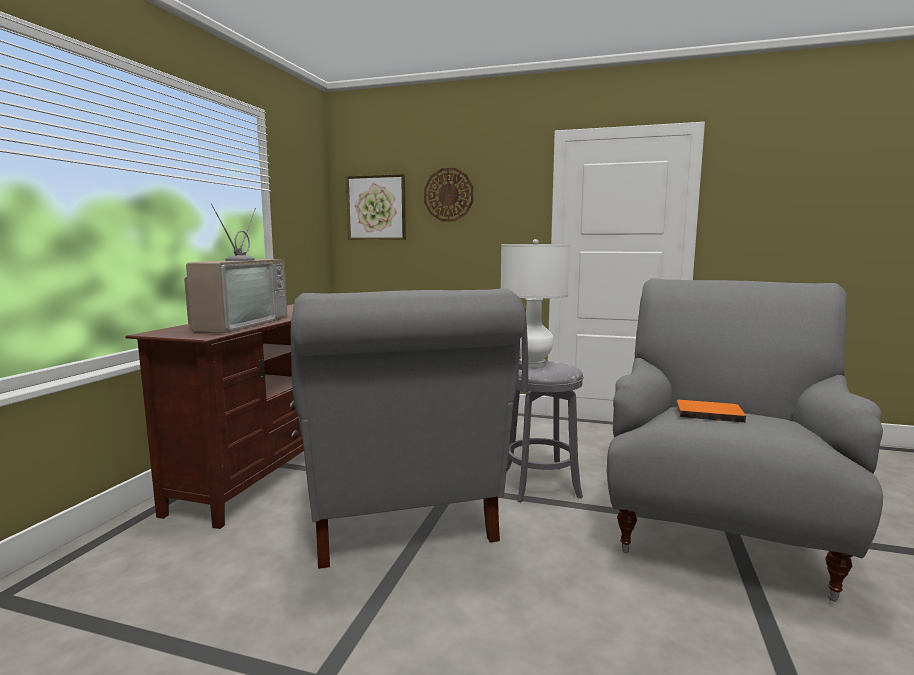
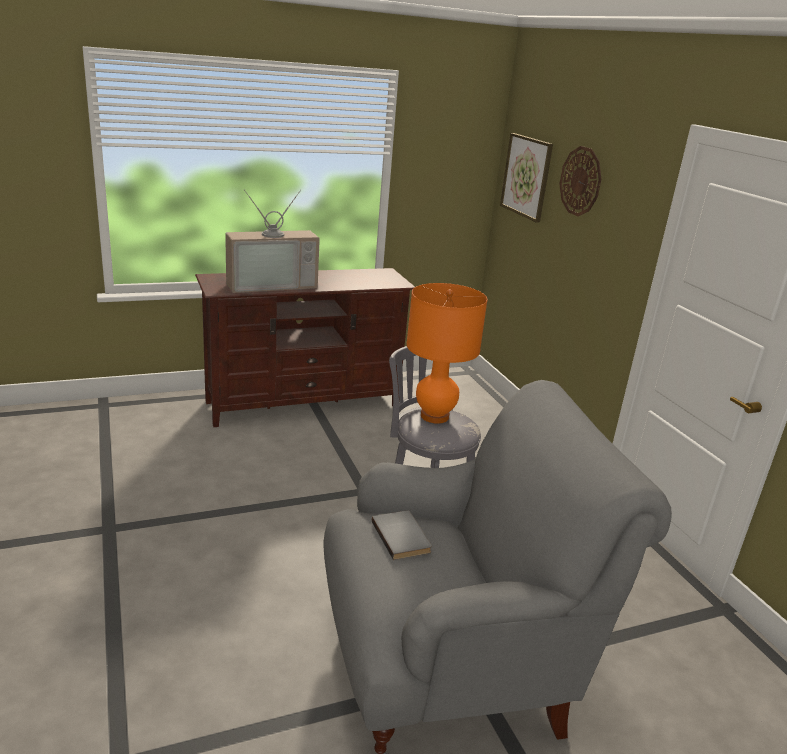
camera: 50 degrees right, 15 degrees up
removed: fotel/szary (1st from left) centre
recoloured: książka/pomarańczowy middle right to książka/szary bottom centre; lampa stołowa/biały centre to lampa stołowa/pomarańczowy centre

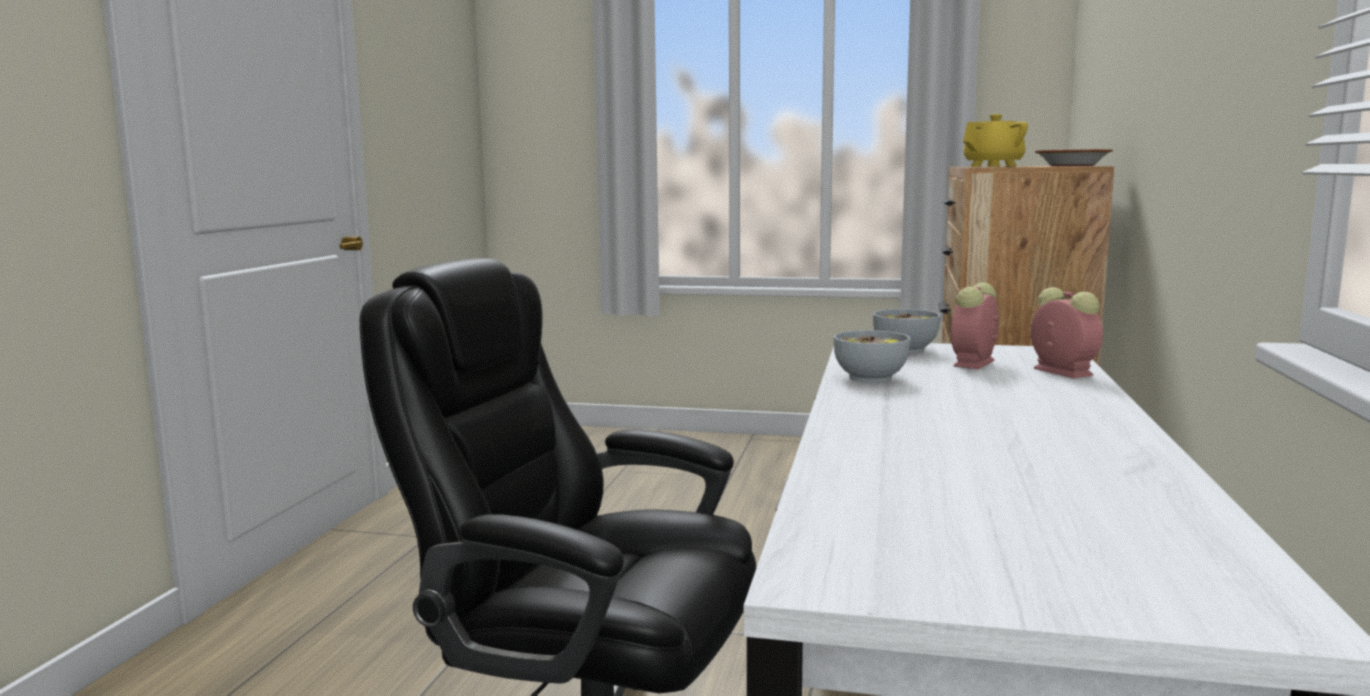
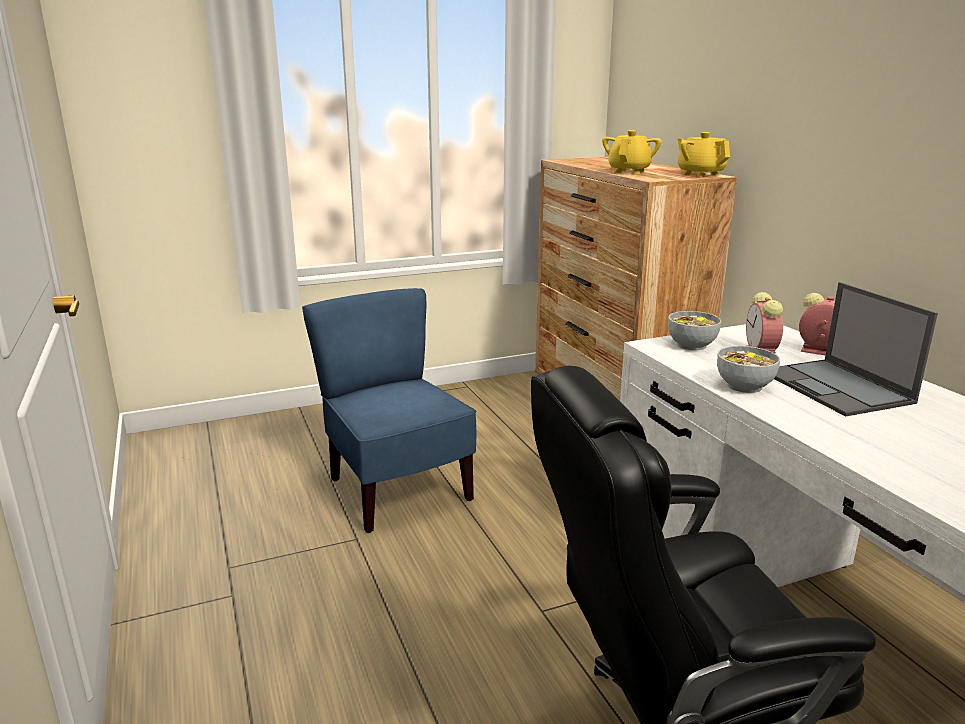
camera: 35 degrees left, 10 degrees up
added: krzesło/niebieski centre; laptop middle right
replaced: miska (3rd from left) top right to imbryk/żółty (2nd from left) top right

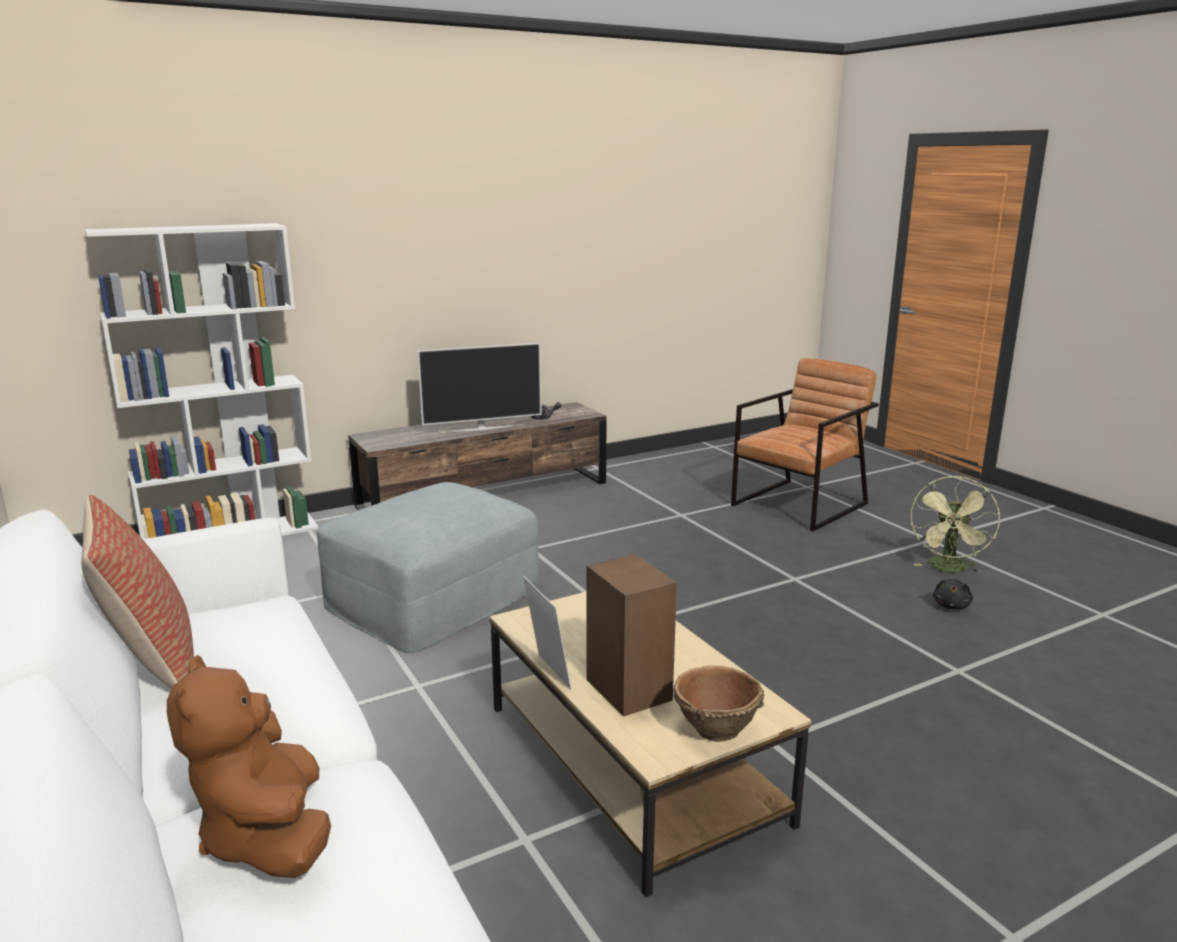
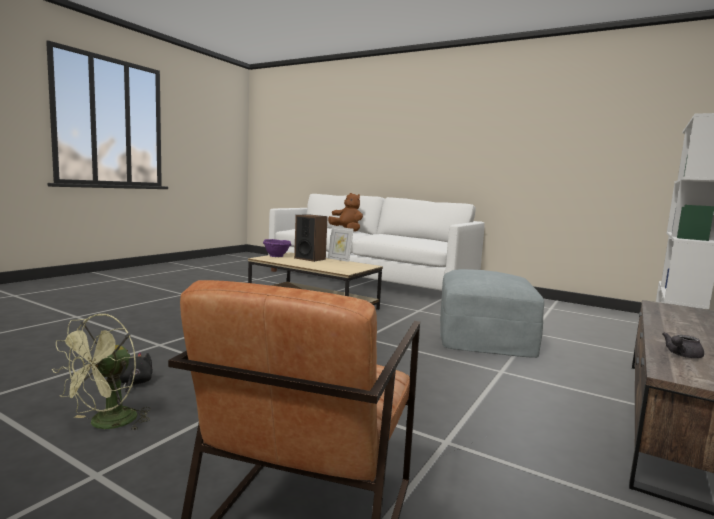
camera: 150 degrees right, 10 degrees down
removed: poduszka middle left; telewizor centre
recoloured: miska/brązowy bottom centre to miska/fioletowy centre
turned: wentylator/zielony middle right = bottom left 150 degrees counterclockwise

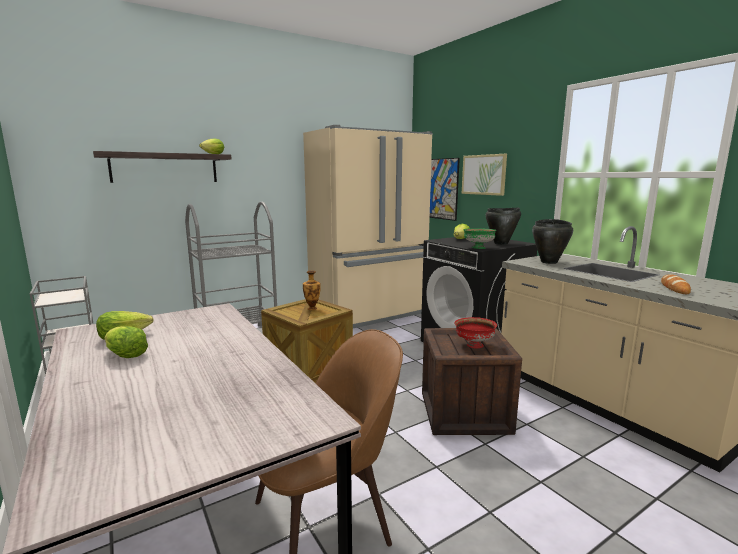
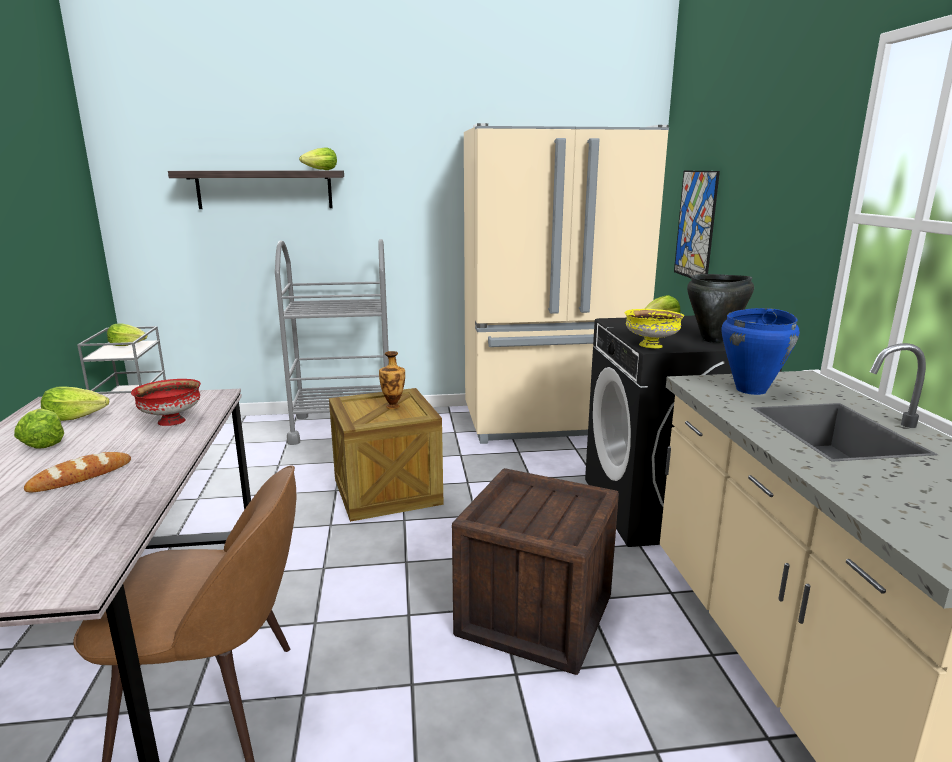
camera: 25 degrees right, 5 degrees up
removed: obraz (2nd from left) top centre
added: sałata (3rd from left) middle left
moved: chleb middle right to middle left; miska/czerwony centre to middle left
recoloured: miska/zielony centre to miska/żółty middle right; garnek/czarny (2nd from left) middle right to garnek/niebieski middle right

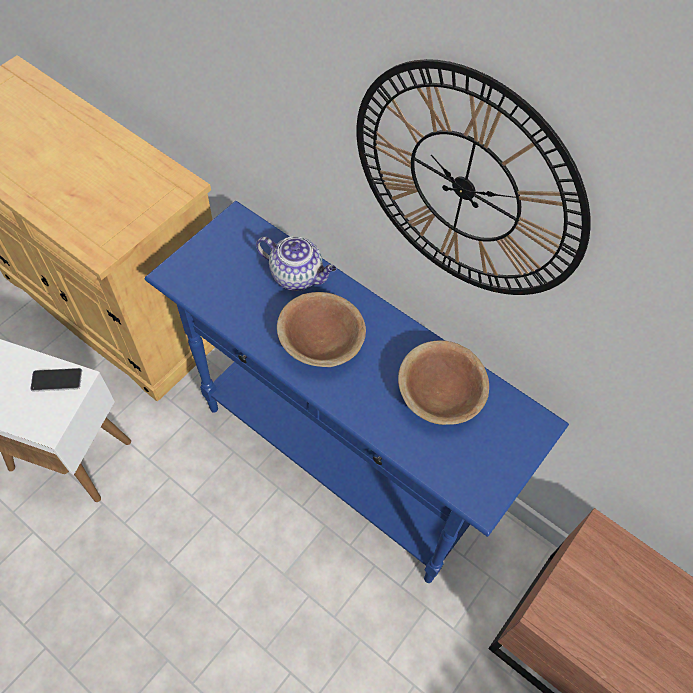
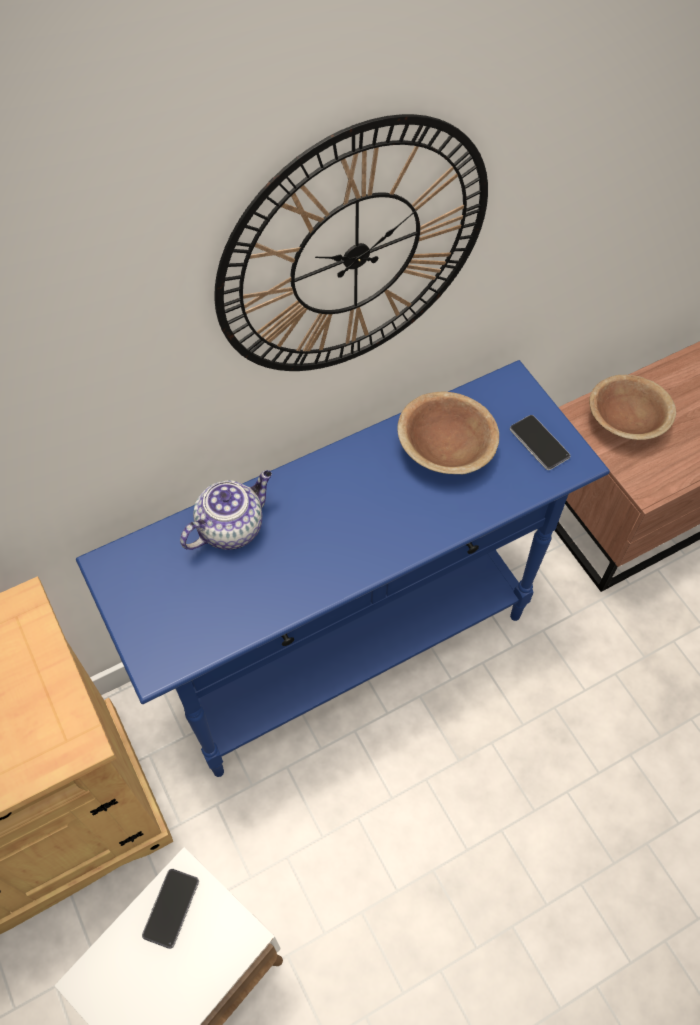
camera: 65 degrees left, 0 degrees up
added: telefon (2nd from left) middle right
moved: miska/brązowy (1st from left in the first image) centre to miska/brązowy (2nd from left) middle right

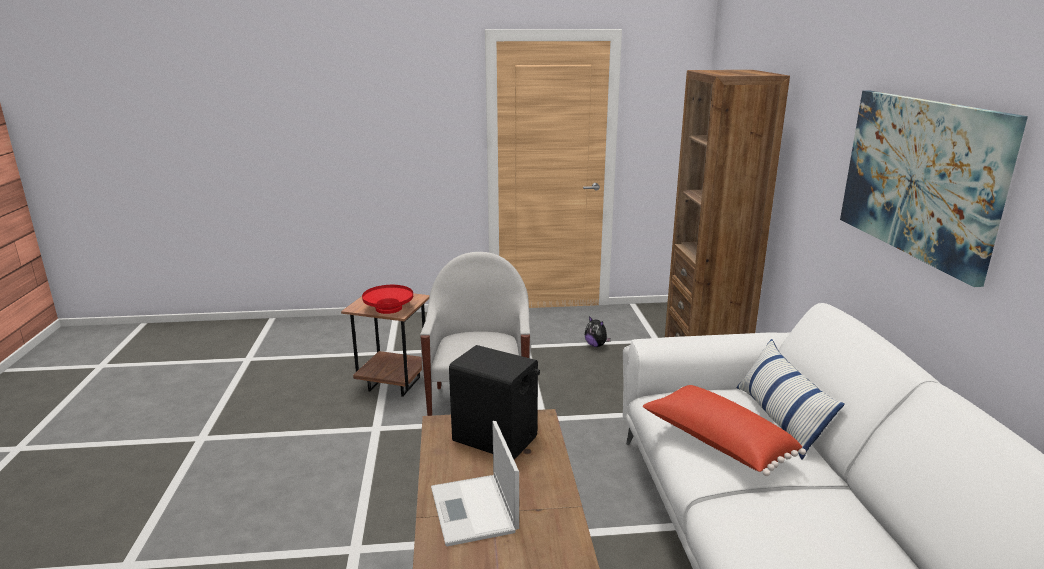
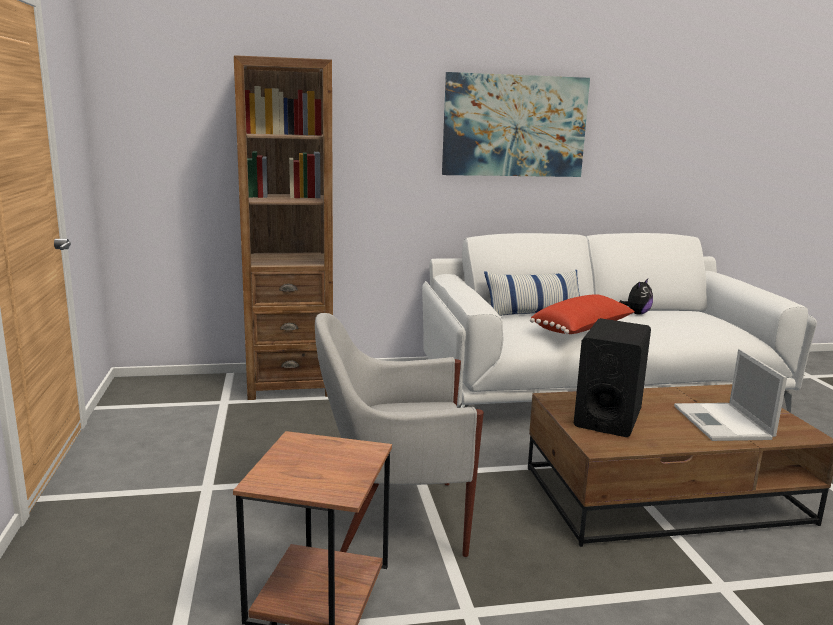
camera: 95 degrees left, 5 degrees down
removed: miska/czerwony centre
moved: pluszak centre to middle right
turned: laptop bottom centre = middle right 105 degrees clockwise

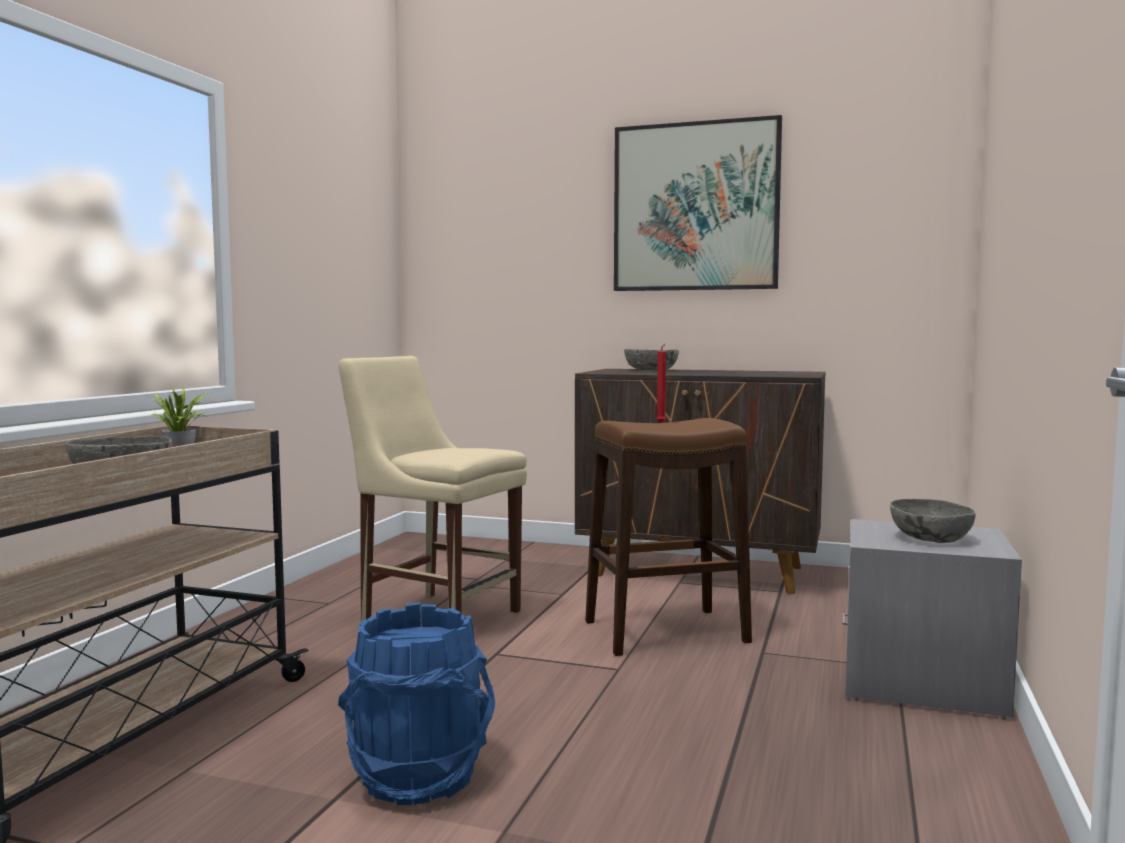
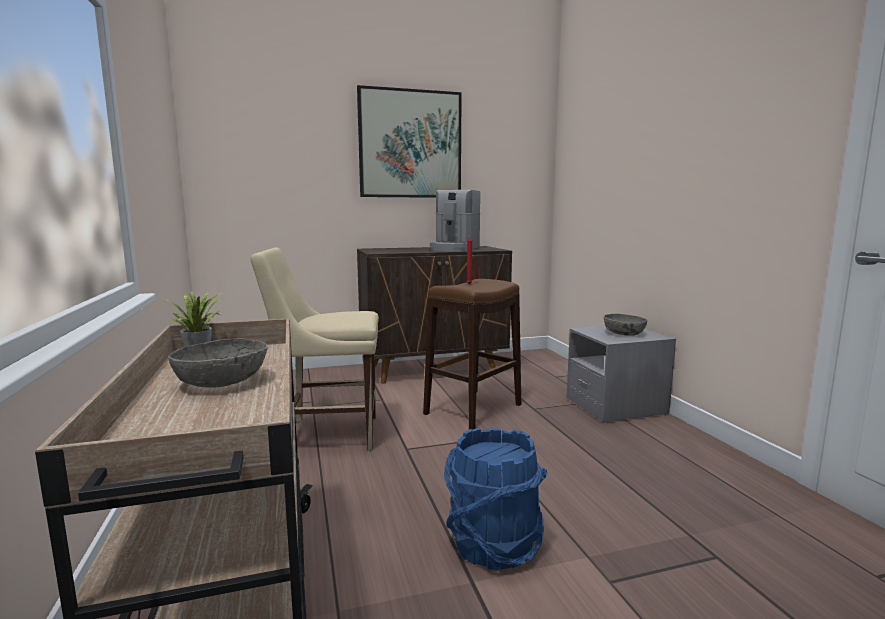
camera: 35 degrees left, 5 degrees up
removed: miska/szary (2nd from left) centre
added: ekspres do kawy centre

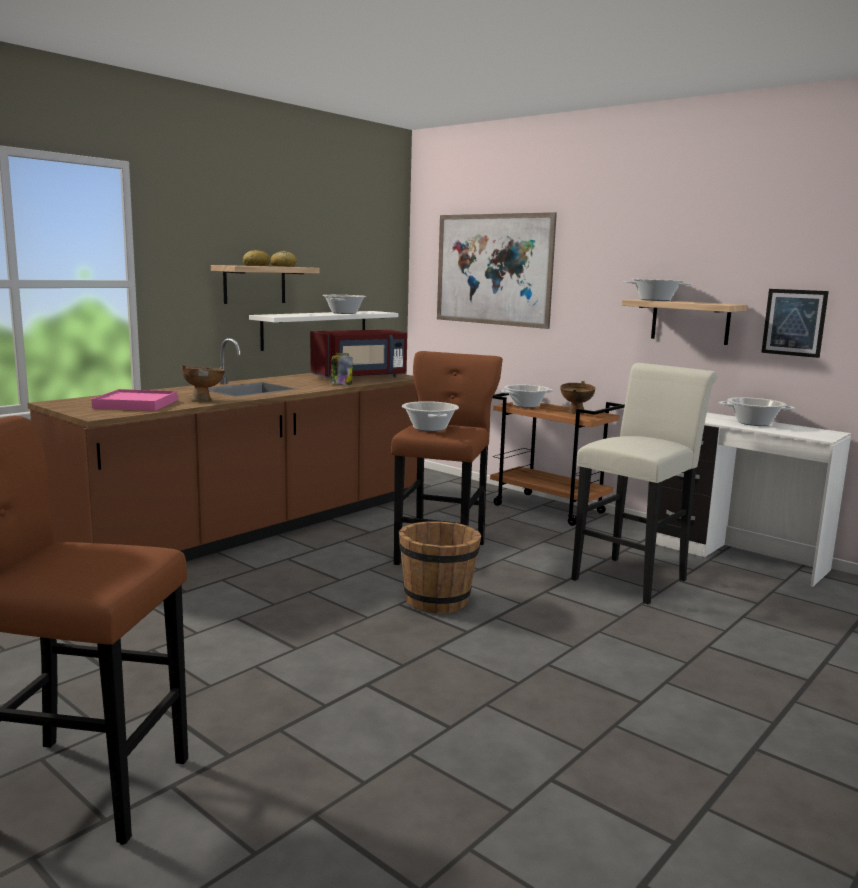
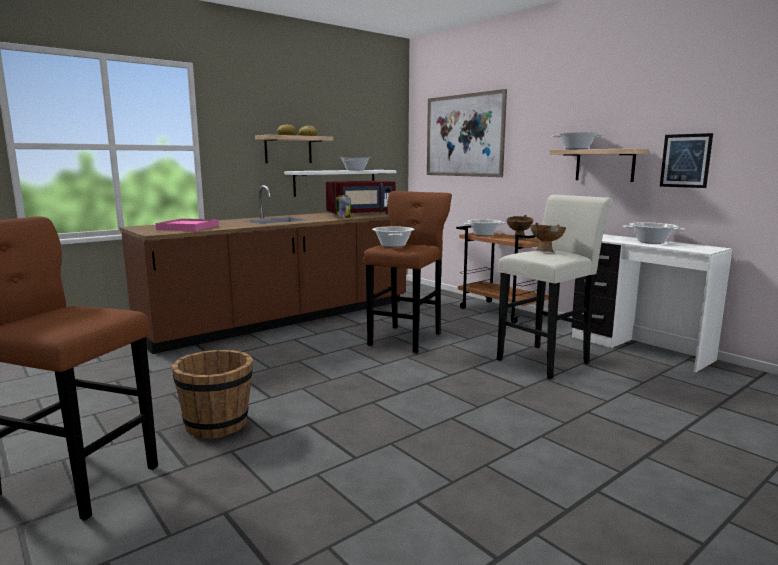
camera: 10 degrees right, 0 degrees up
moved: wiadro/brązowy centre to bottom left; miska/brązowy (1st from left in the first image) middle left to miska/brązowy (2nd from left) middle right

